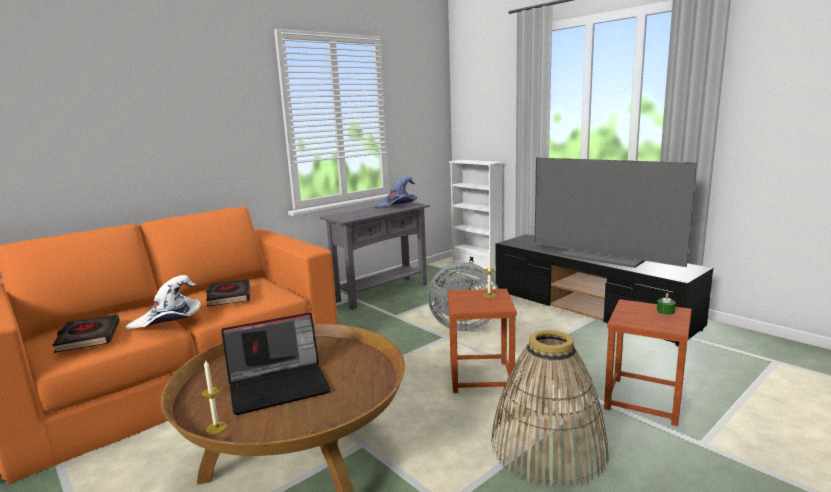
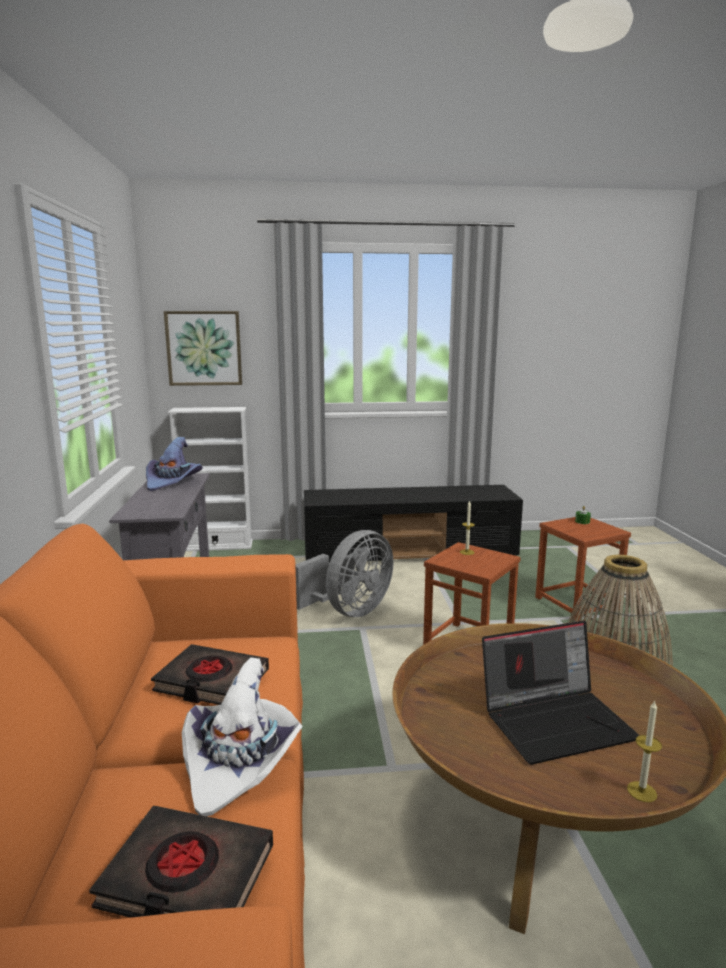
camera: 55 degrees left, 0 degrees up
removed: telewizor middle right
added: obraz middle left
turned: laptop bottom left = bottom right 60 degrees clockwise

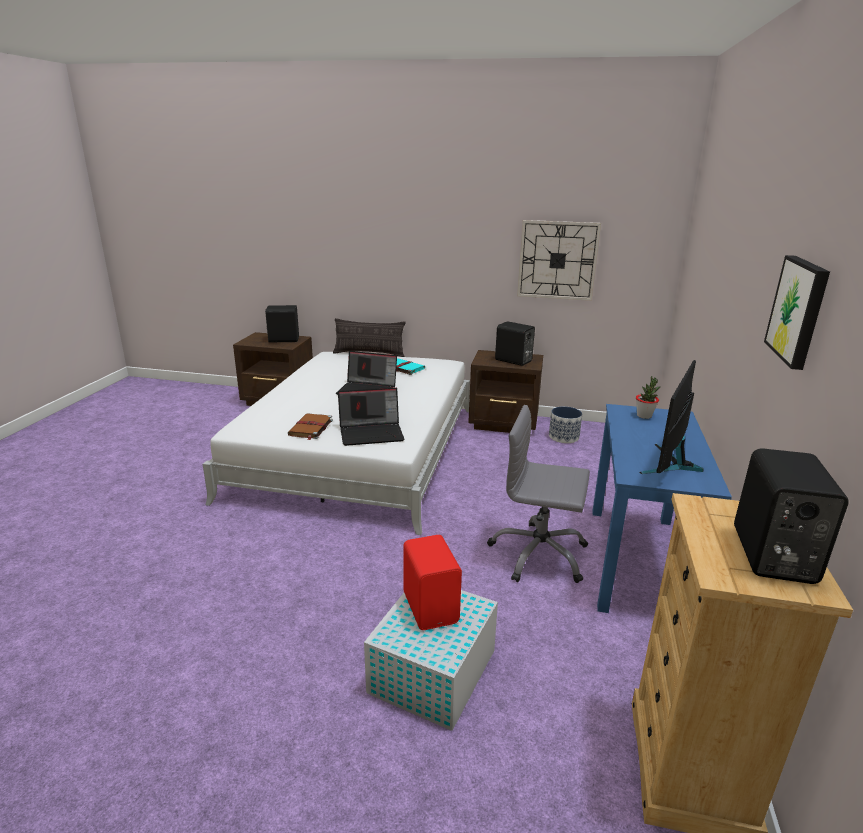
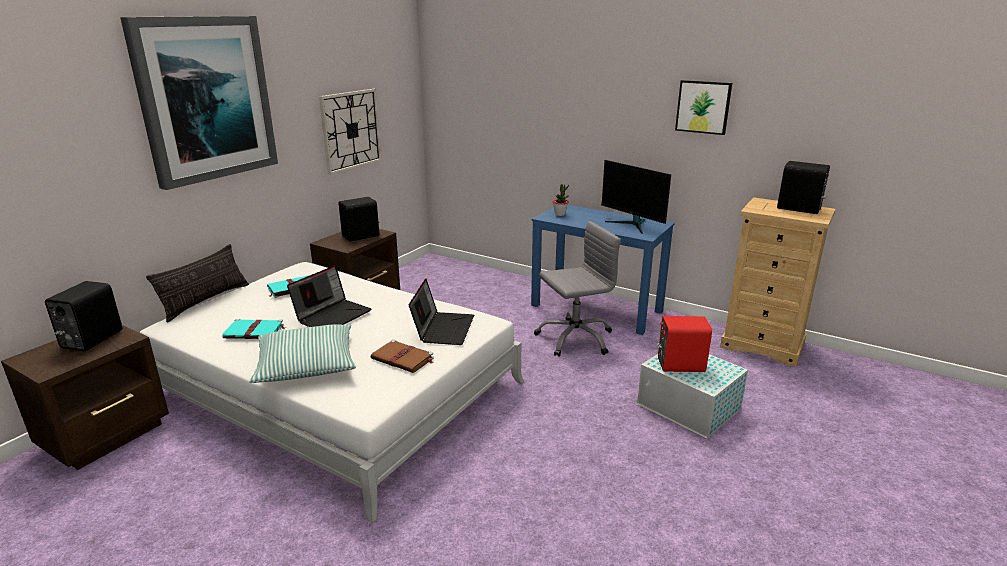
camera: 70 degrees left, 0 degrees up
removed: donica centre
added: obraz (1st from left) top left; książka/turkusowy (1st from left) middle left; poduszka (2nd from left) middle left
turned: krzesło biurowe/szary centre = centre 150 degrees counterclockwise

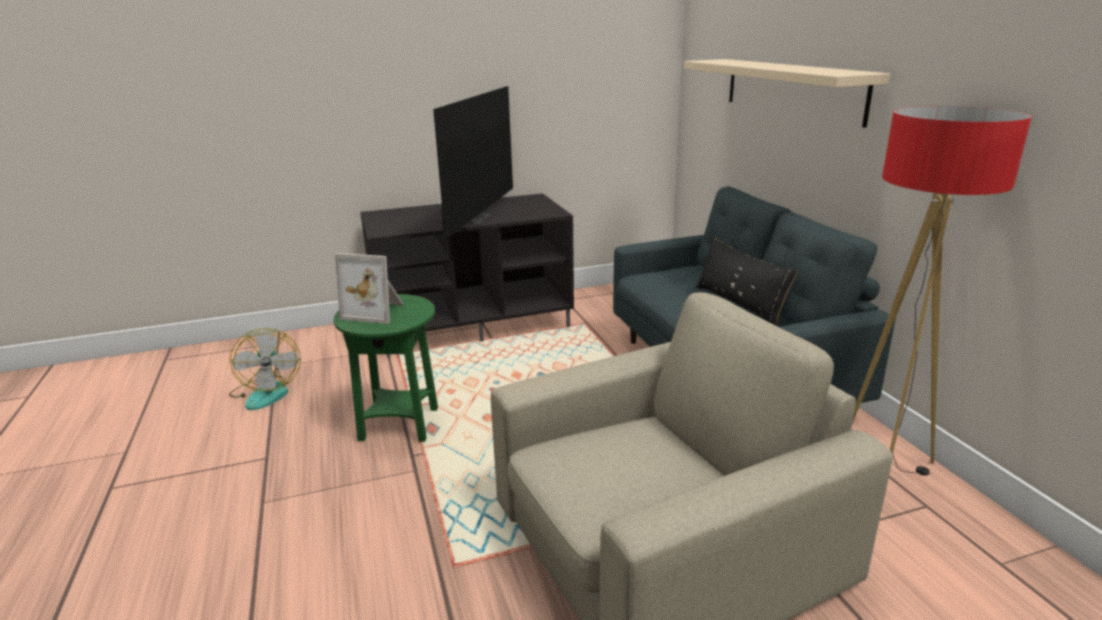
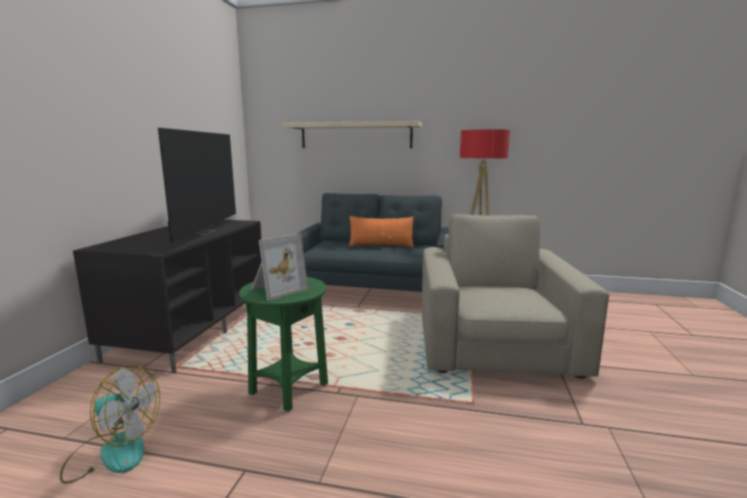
camera: 60 degrees left, 10 degrees down
recoloured: poduszka/czarny middle right to poduszka/pomarańczowy centre
turned: telewizor top centre = middle left 45 degrees clockwise

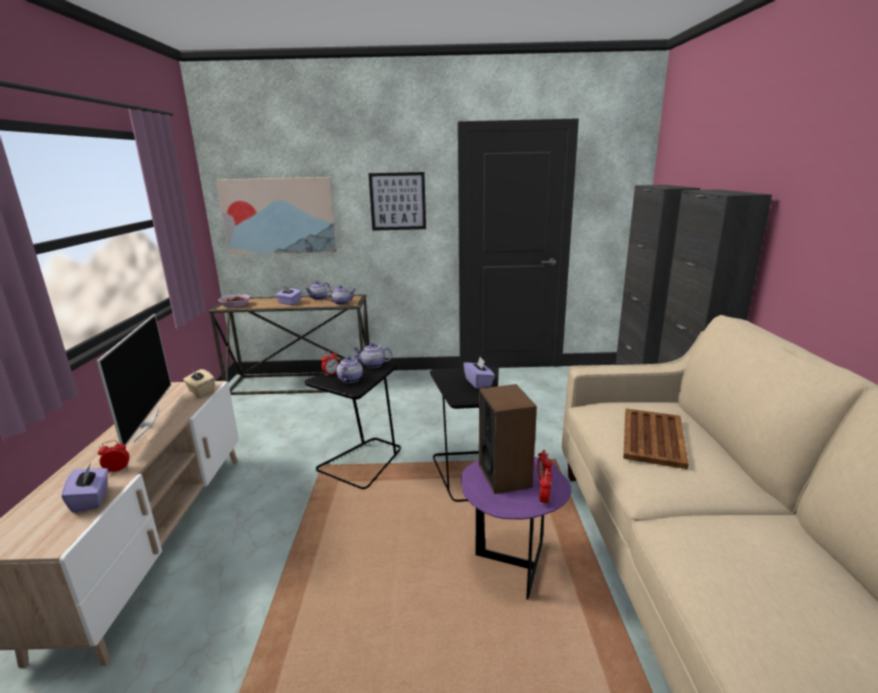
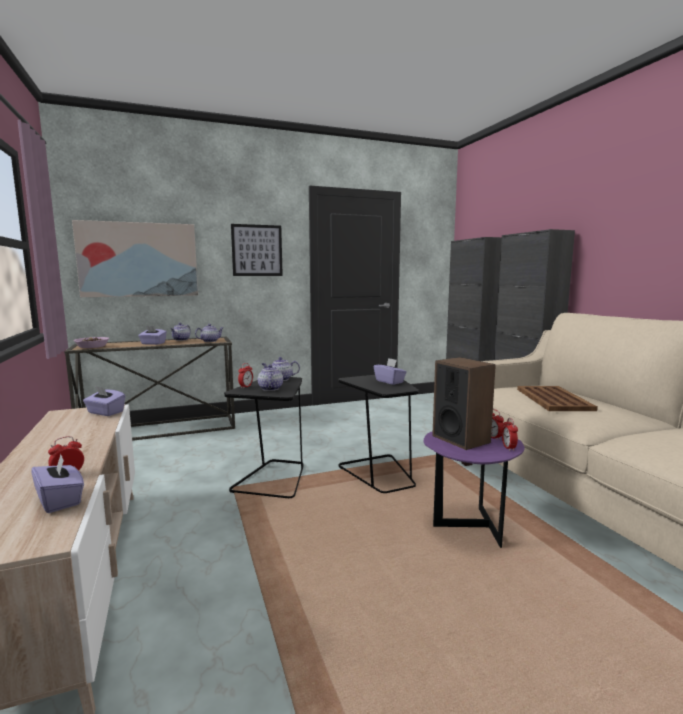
camera: 20 degrees left, 10 degrees down
removed: telewizor middle left
recoloured: pudełko chusteczek/beżowy middle left to pudełko chusteczek/fioletowy (2nd from left) middle left

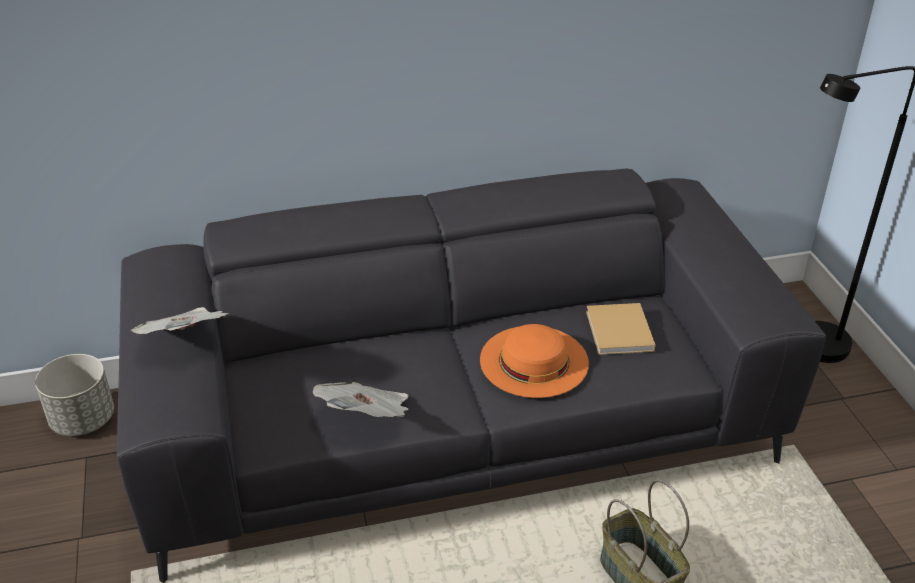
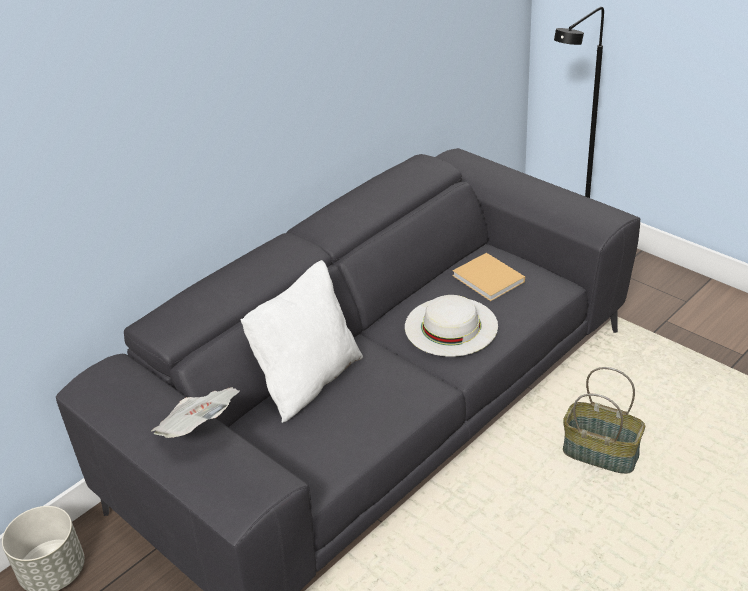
camera: 30 degrees left, 0 degrees up
removed: gazeta (2nd from left) bottom centre
added: poduszka/biały centre
recoloured: kapelusz/pomarańczowy centre to kapelusz/biały centre

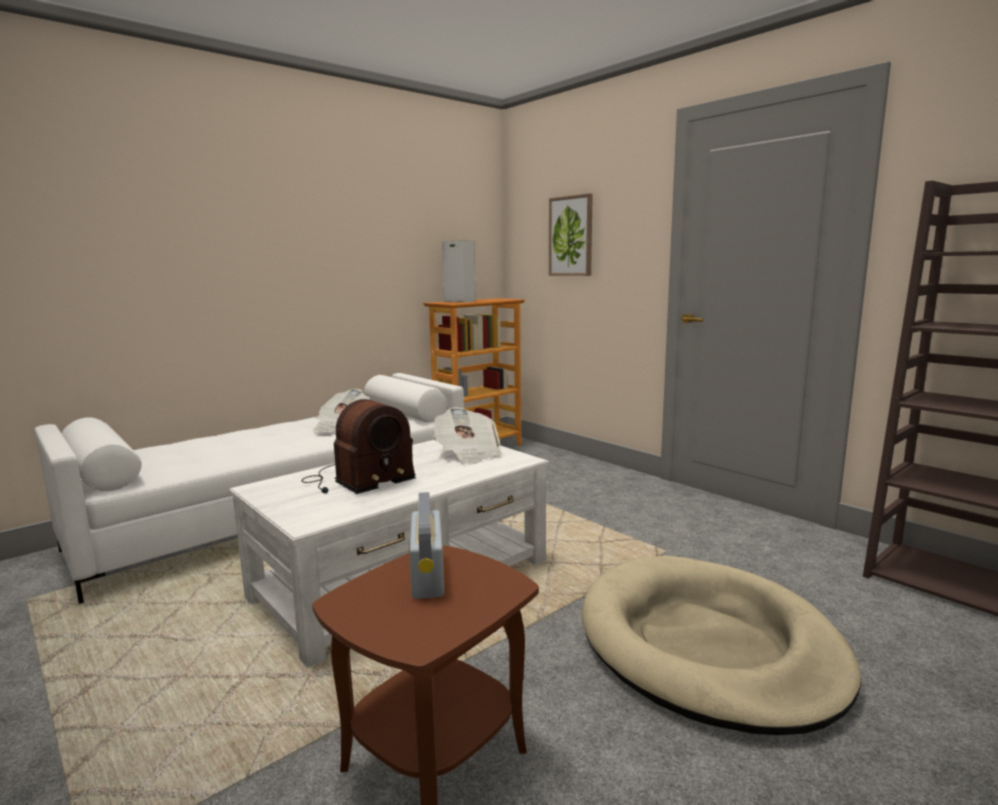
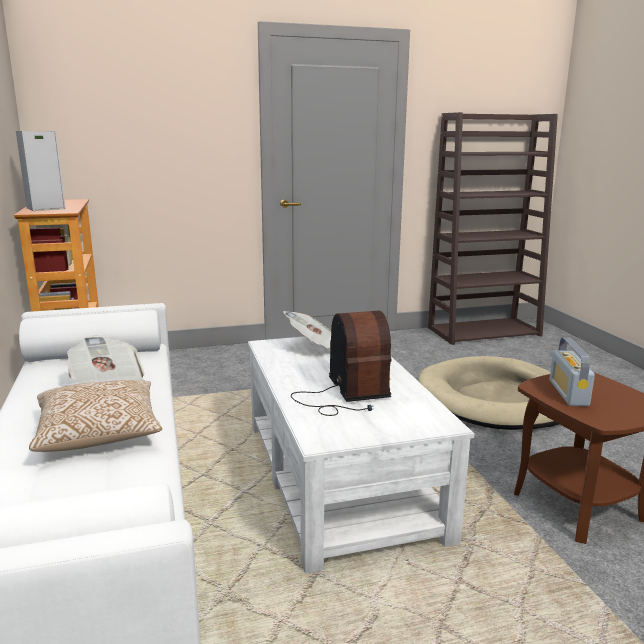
camera: 65 degrees left, 5 degrees up
removed: obraz top centre
added: poduszka middle left
turned: radio (2nd from left) bottom centre = middle right 75 degrees clockwise

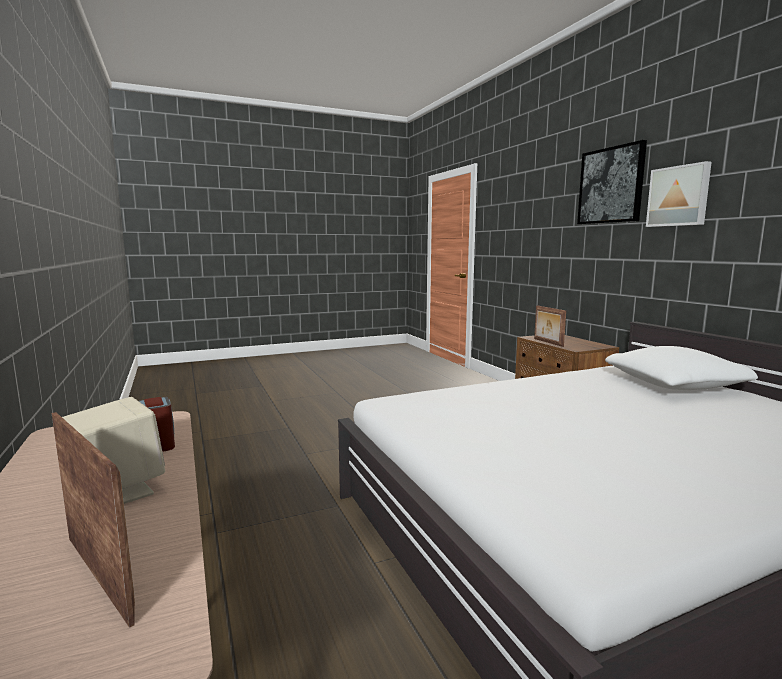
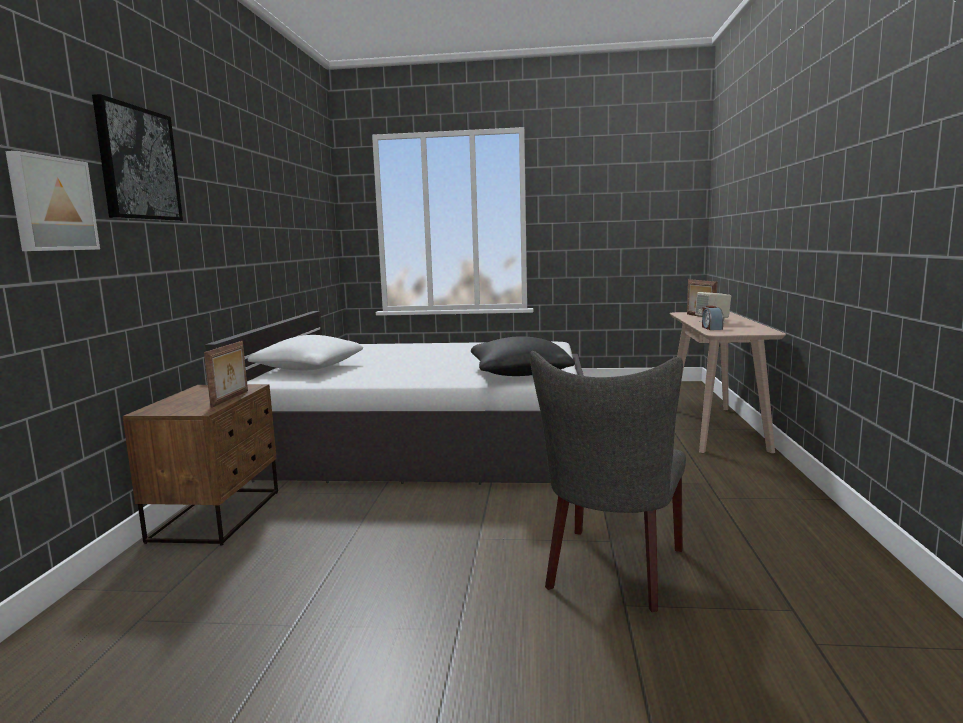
camera: 150 degrees left, 0 degrees up
added: poduszka/czarny centre; krzesło/szary centre
moved: obraz (2nd from left in the first image) top right to obraz (1st from left) top left

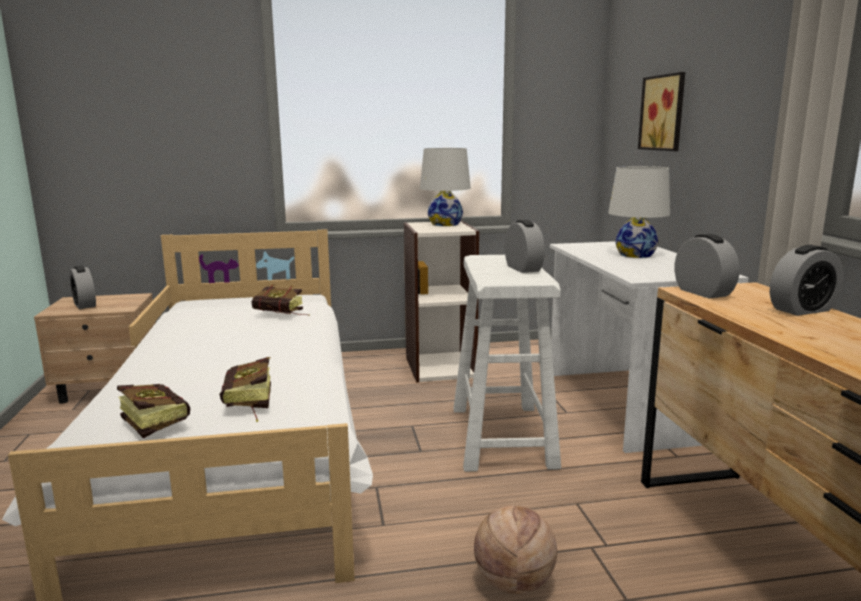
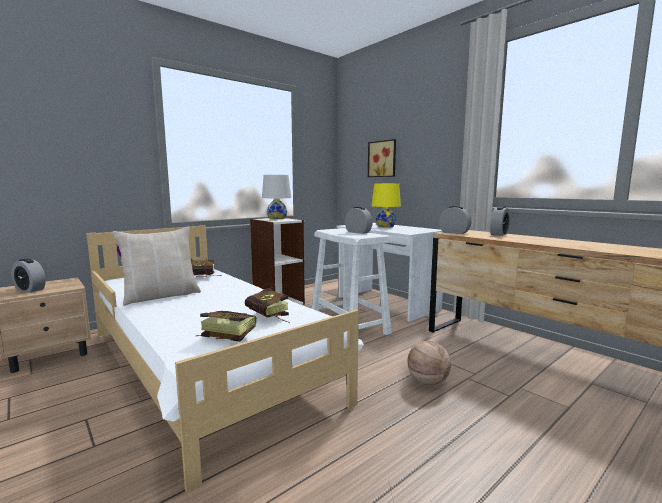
camera: 30 degrees left, 5 degrees down
added: poduszka/beżowy middle left
recoloured: lampa stołowa/biały (2nd from left) middle right to lampa stołowa/żółty centre

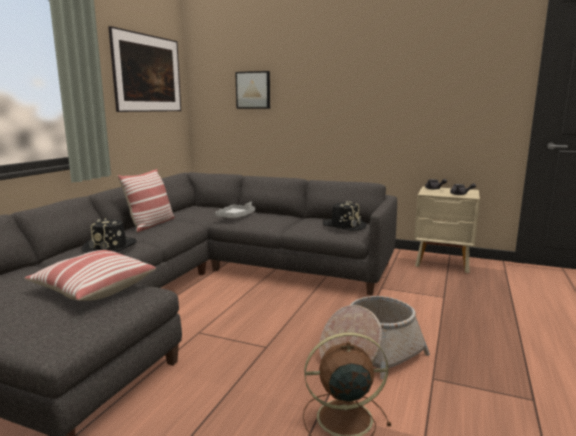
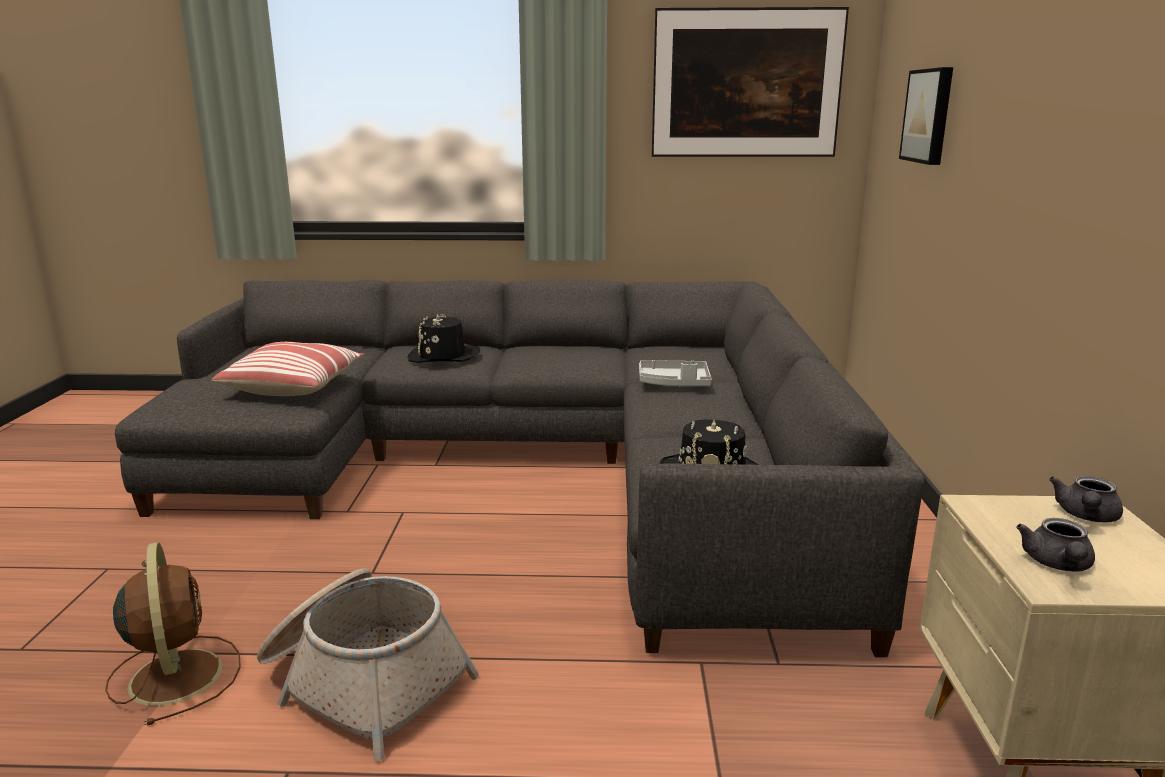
camera: 70 degrees right, 5 degrees up
removed: poduszka (2nd from left) middle left

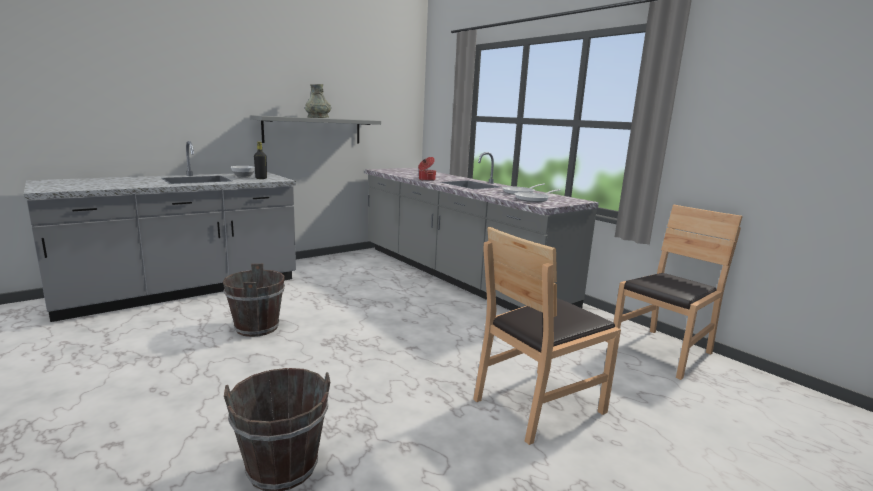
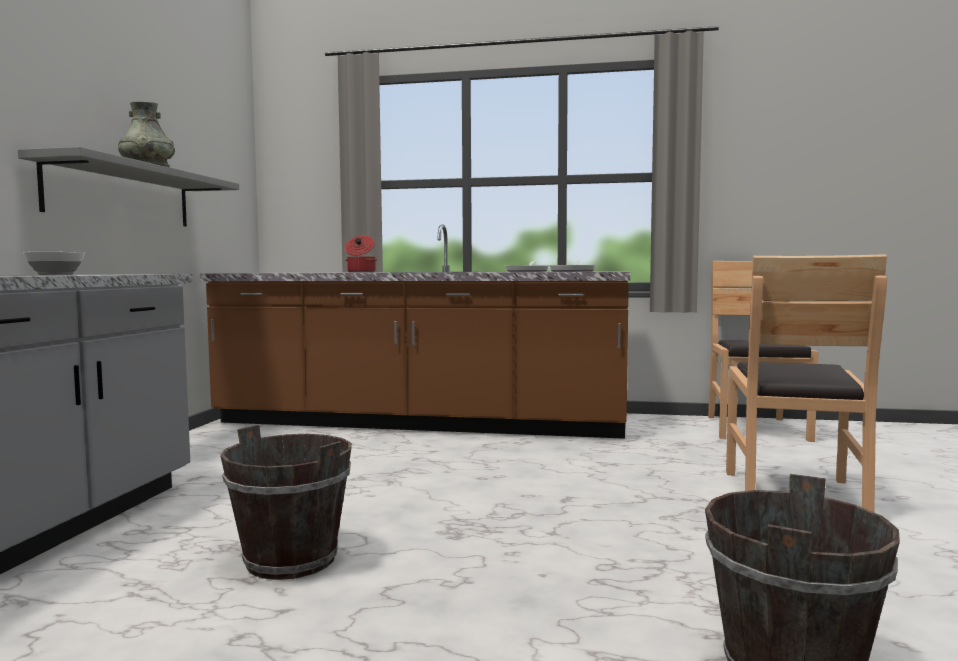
camera: 40 degrees left, 10 degrees down
removed: butelka/czarny top left
recoloured: zabudowa kuchenna/szary (2nd from left) centre to zabudowa kuchenna/brązowy centre

